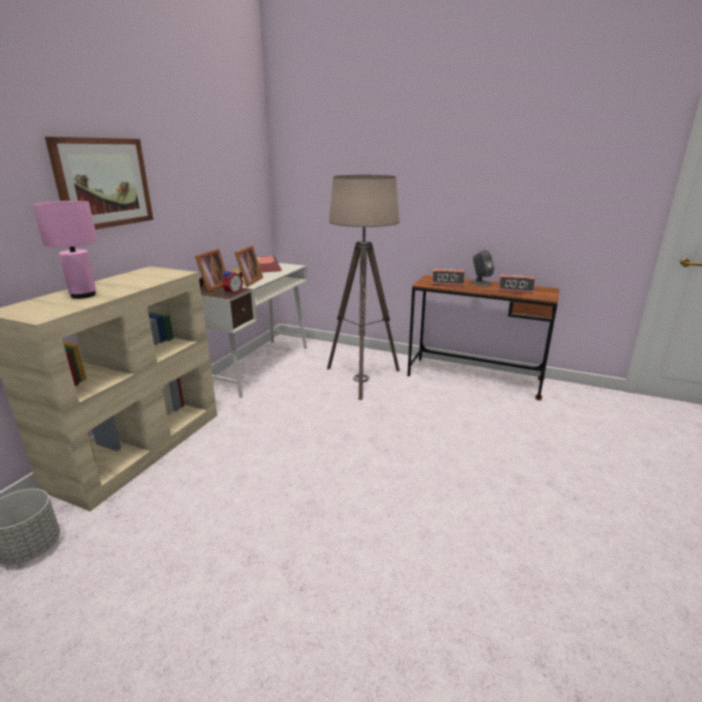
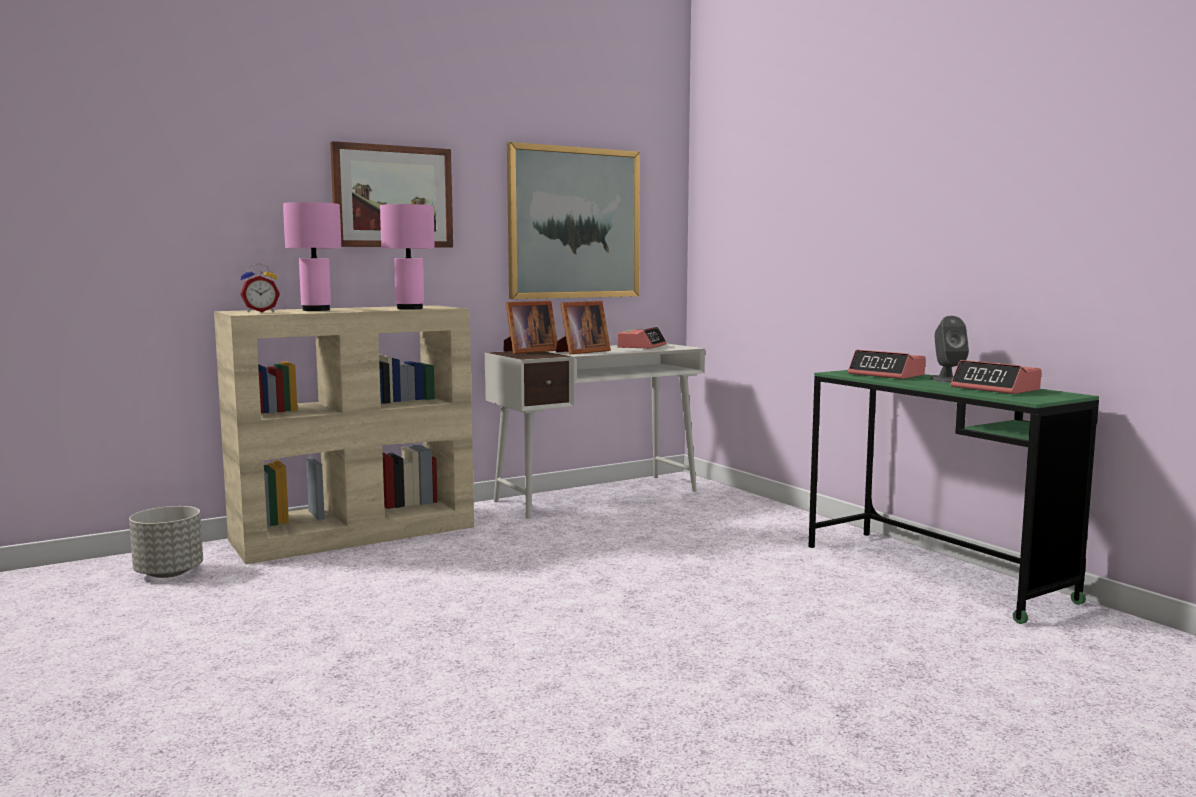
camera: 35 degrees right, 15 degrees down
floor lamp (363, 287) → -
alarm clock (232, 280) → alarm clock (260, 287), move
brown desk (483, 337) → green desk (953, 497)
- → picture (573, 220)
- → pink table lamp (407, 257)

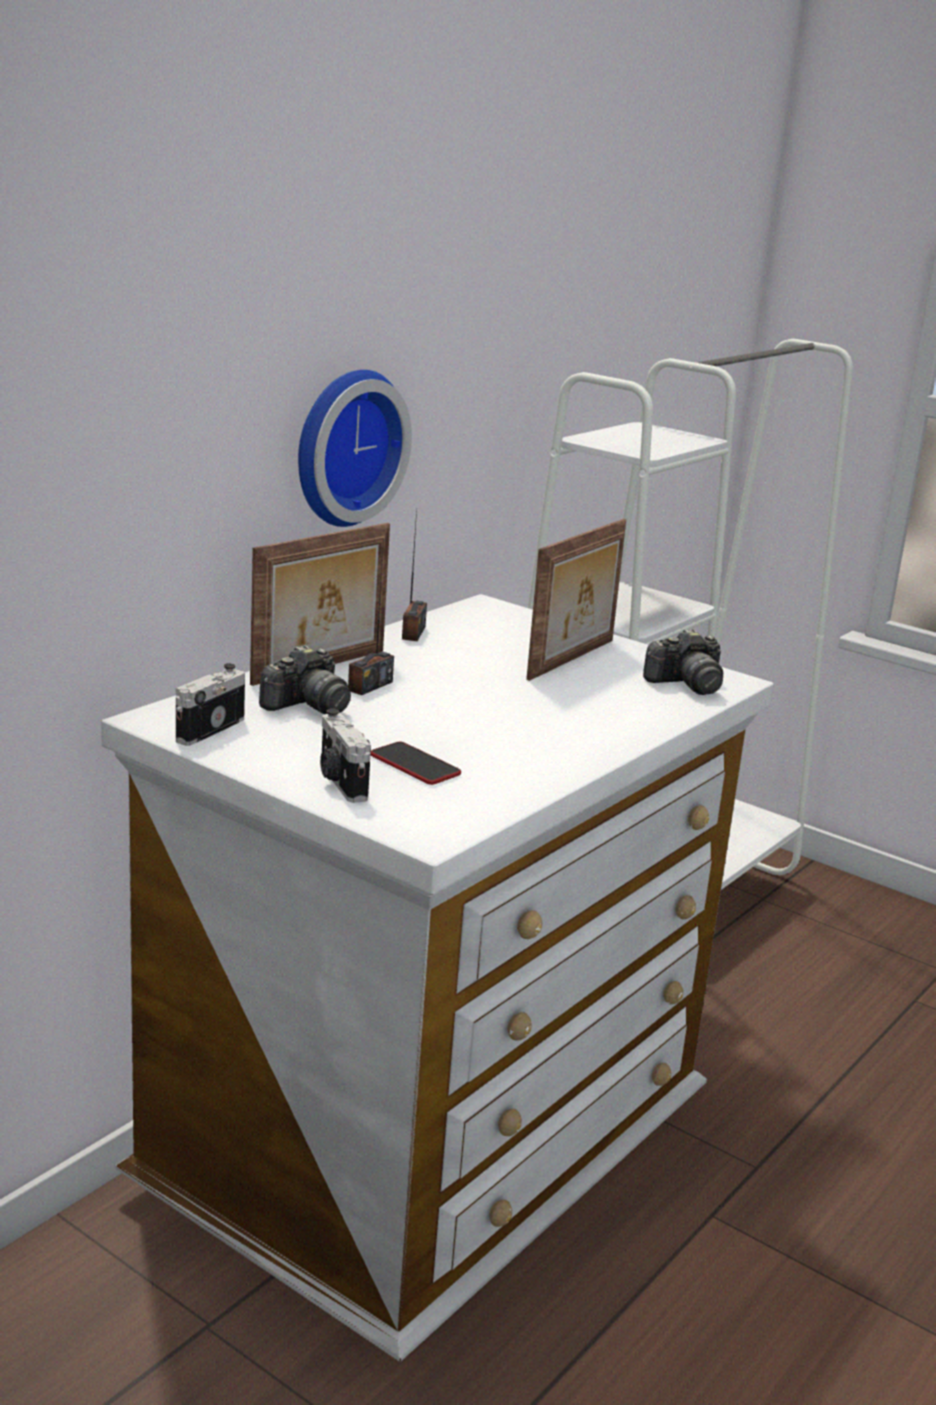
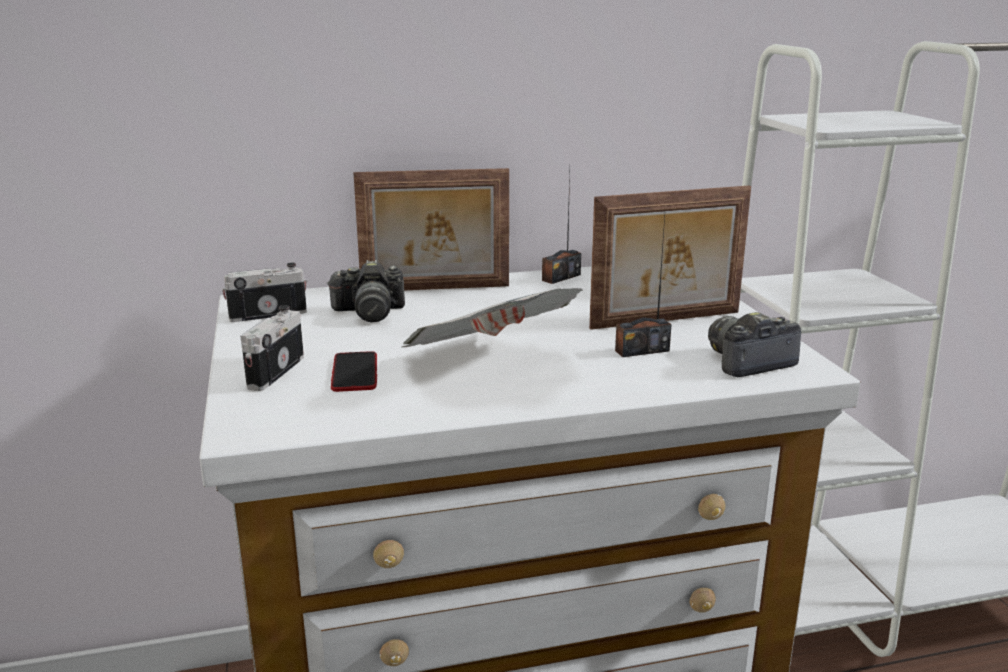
camera: 40 degrees right, 0 degrees up
wall clock (355, 448) → -
radio (371, 628) → radio (643, 287), move
photo camera (683, 662) → photo camera (754, 344), 135 degrees clockwise
- → newspaper (492, 317)

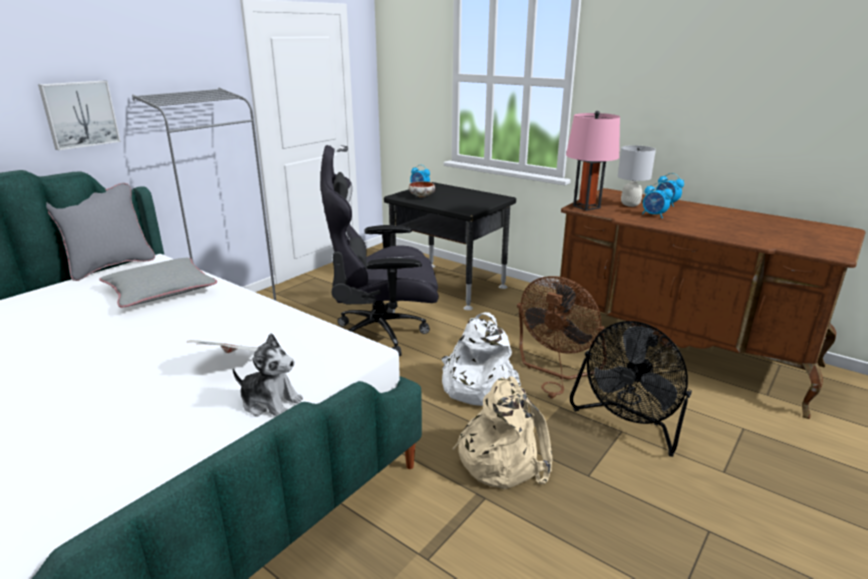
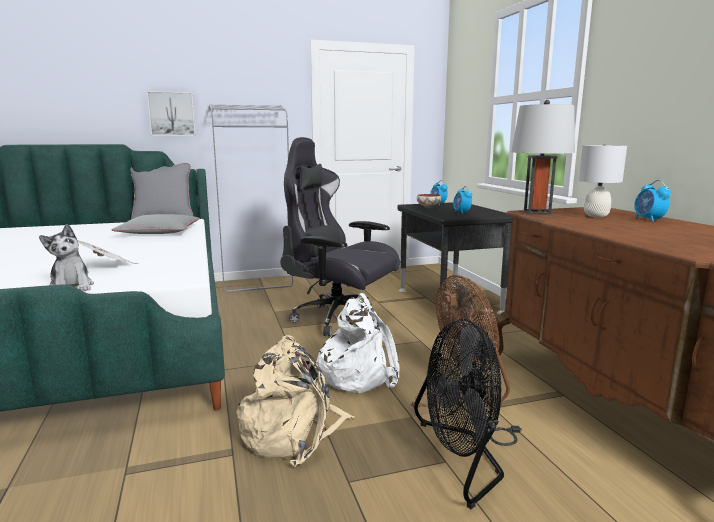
camera: 35 degrees right, 10 degrees down
pink table lamp (593, 161) → grey table lamp (543, 157)
alarm clock (657, 200) → alarm clock (462, 200), move

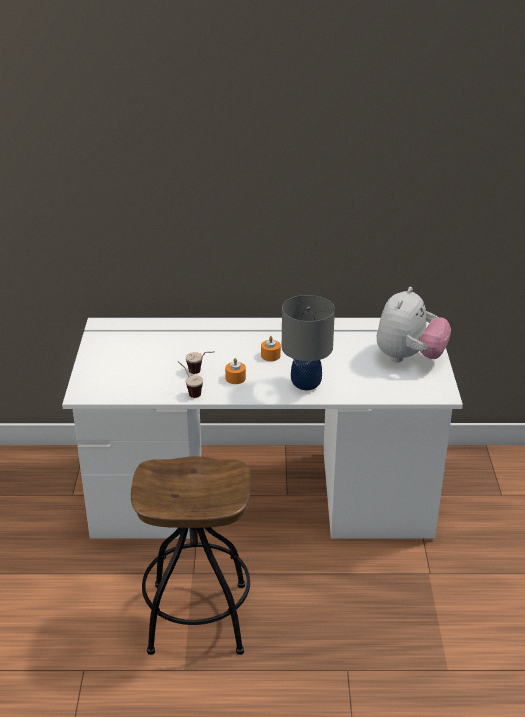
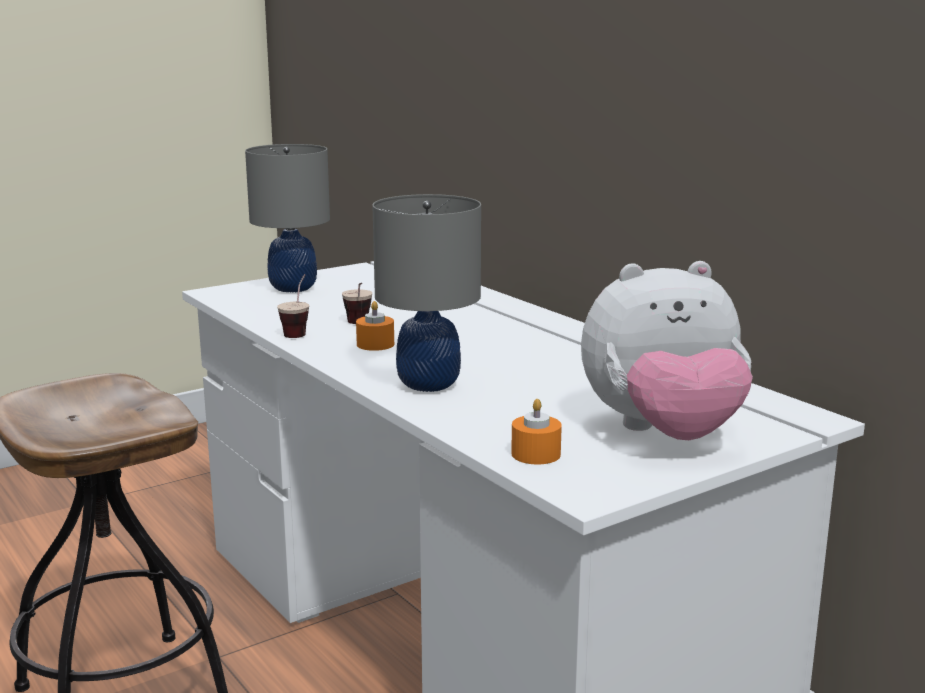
camera: 55 degrees right, 15 degrees down
orange candle (271, 348) → orange candle (536, 432), move
- → grey table lamp (287, 218)

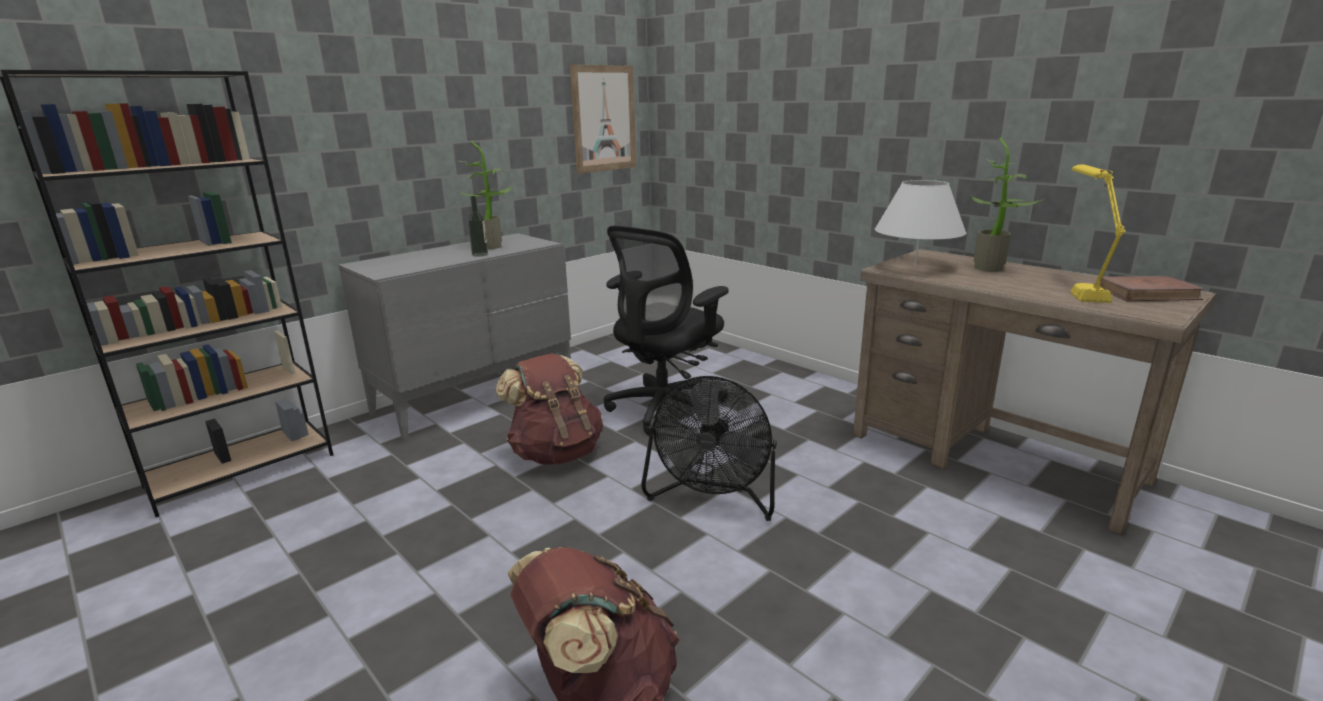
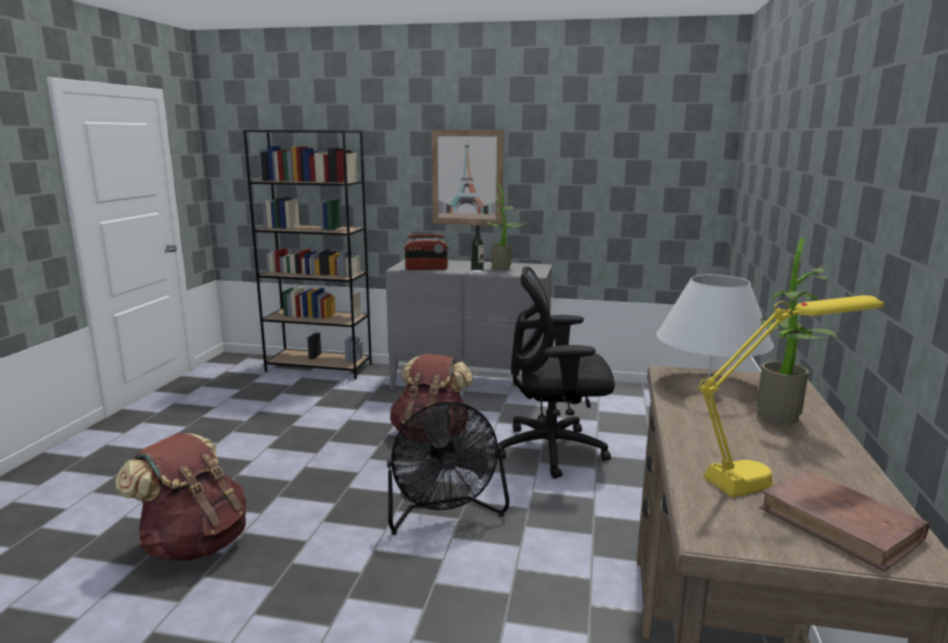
camera: 55 degrees right, 5 degrees down
picture (603, 119) → picture (468, 178), move
black fan (709, 448) → black fan (448, 468), 90 degrees counterclockwise
- → radio (426, 252)

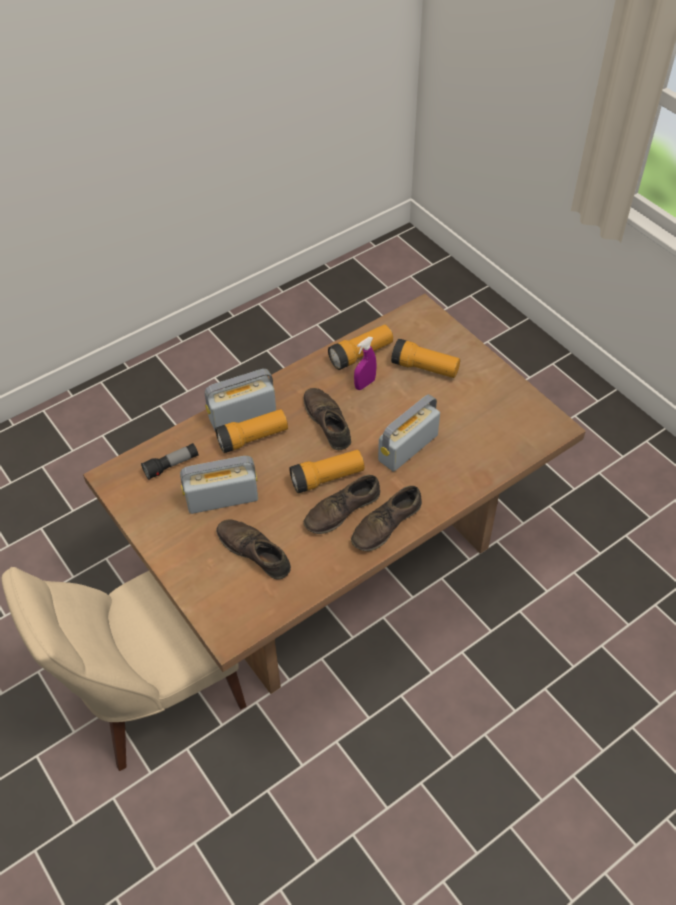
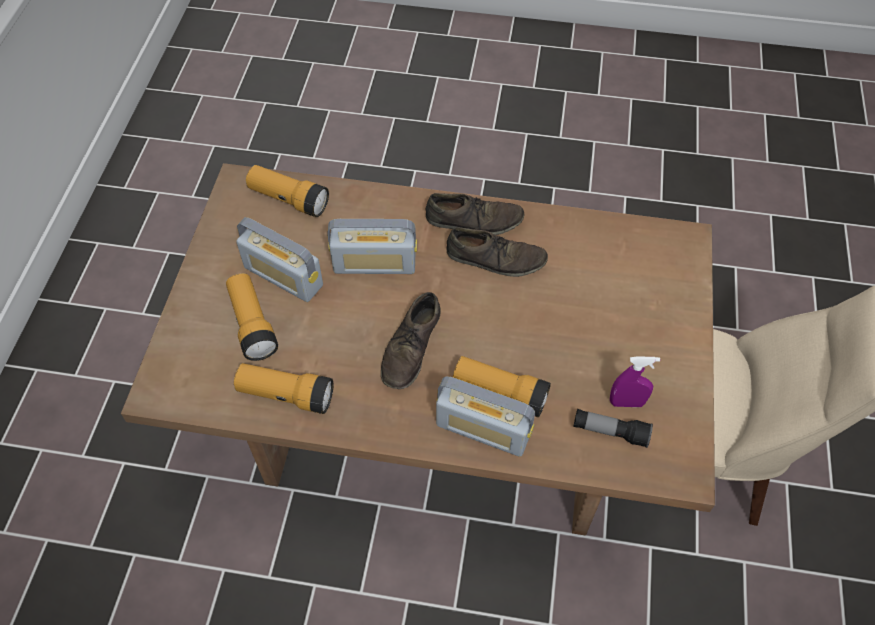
camera: 135 degrees left, 5 degrees up
purple spray bottle (365, 363) → purple spray bottle (635, 381), move
flashlight (326, 471) → flashlight (287, 191), move
radio (219, 485) → radio (279, 259), move
brown shoe (253, 549) → -

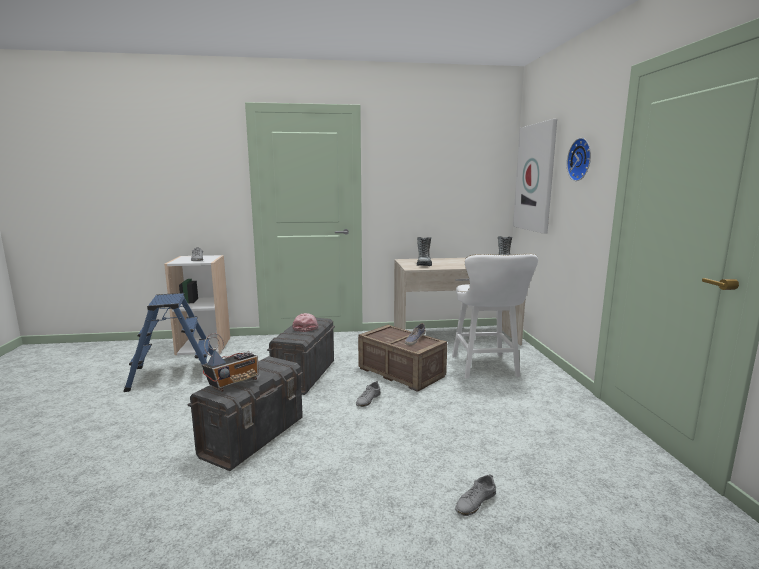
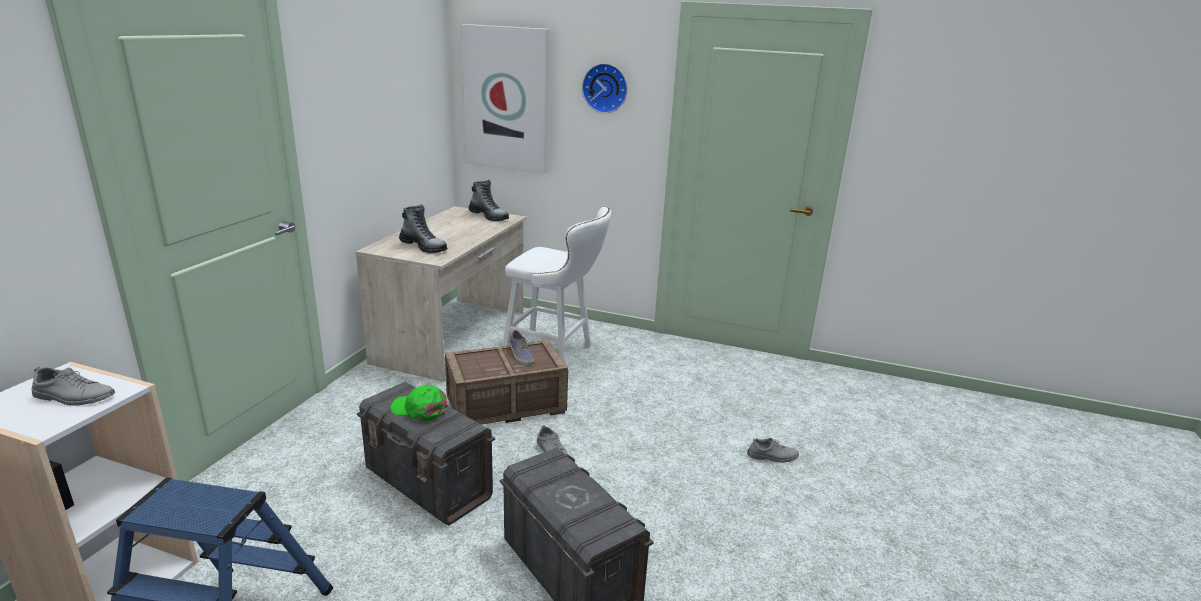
camera: 65 degrees left, 10 degrees up
pink cap (305, 322) → green cap (419, 403)
radio (230, 362) → -
grey shoe (475, 495) → grey shoe (773, 450), 75 degrees counterclockwise

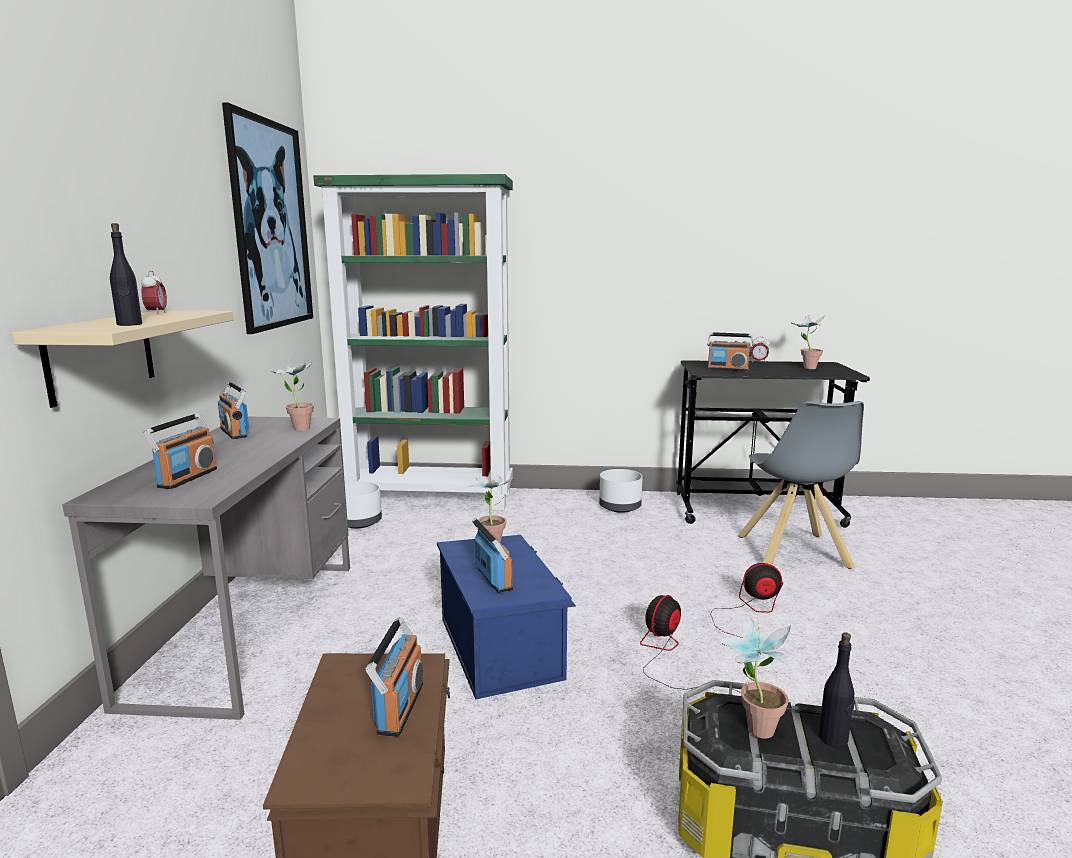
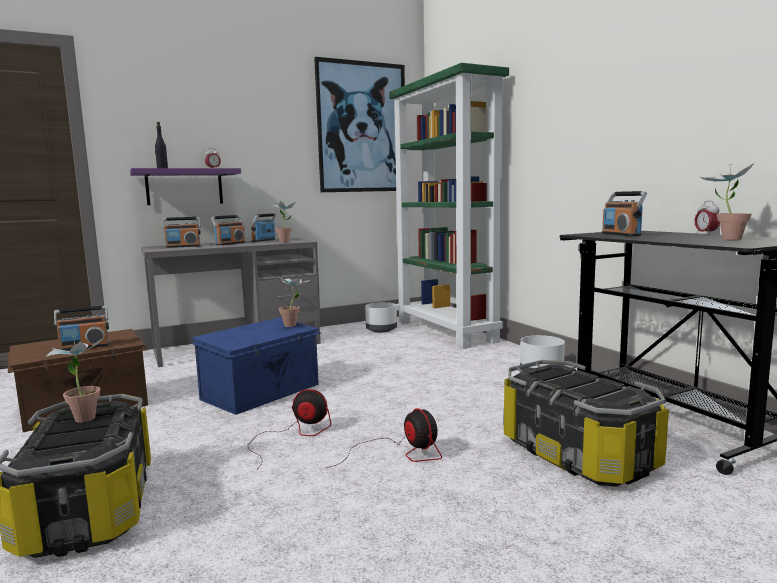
camera: 60 degrees right, 5 degrees down
beige shelf (123, 359) → purple shelf (185, 186)
grey chair (801, 485) → storage box (586, 423)
radio (492, 555) → radio (228, 230), move
black bottle (836, 689) → -

